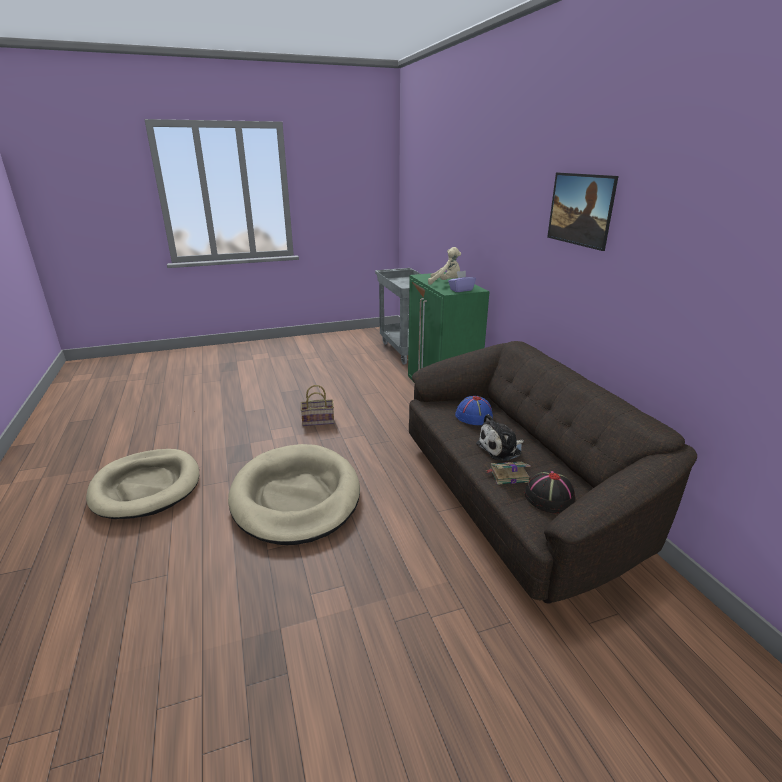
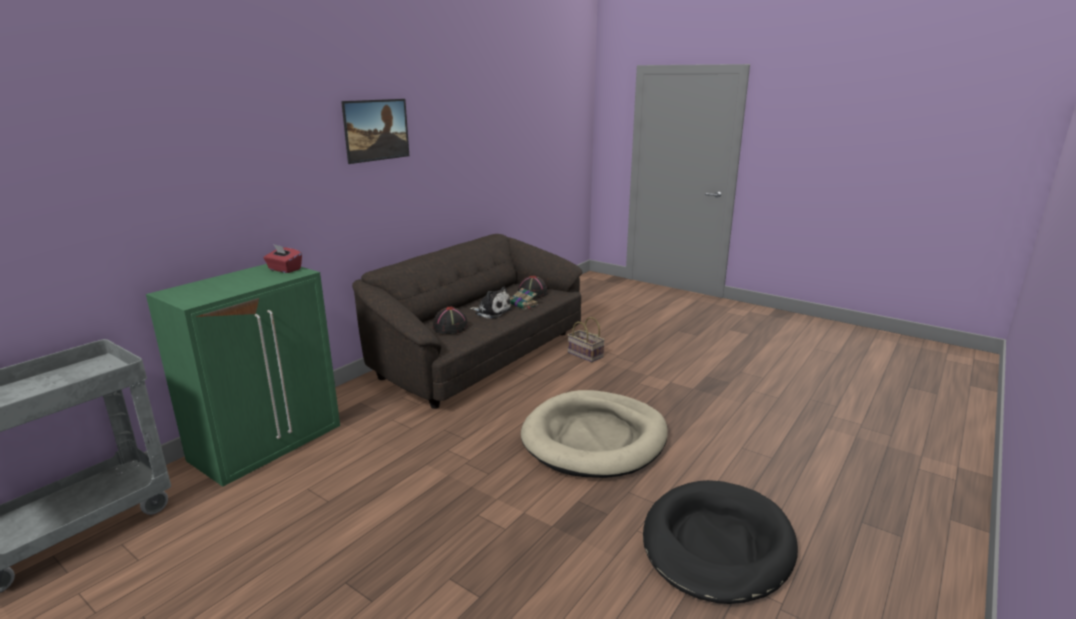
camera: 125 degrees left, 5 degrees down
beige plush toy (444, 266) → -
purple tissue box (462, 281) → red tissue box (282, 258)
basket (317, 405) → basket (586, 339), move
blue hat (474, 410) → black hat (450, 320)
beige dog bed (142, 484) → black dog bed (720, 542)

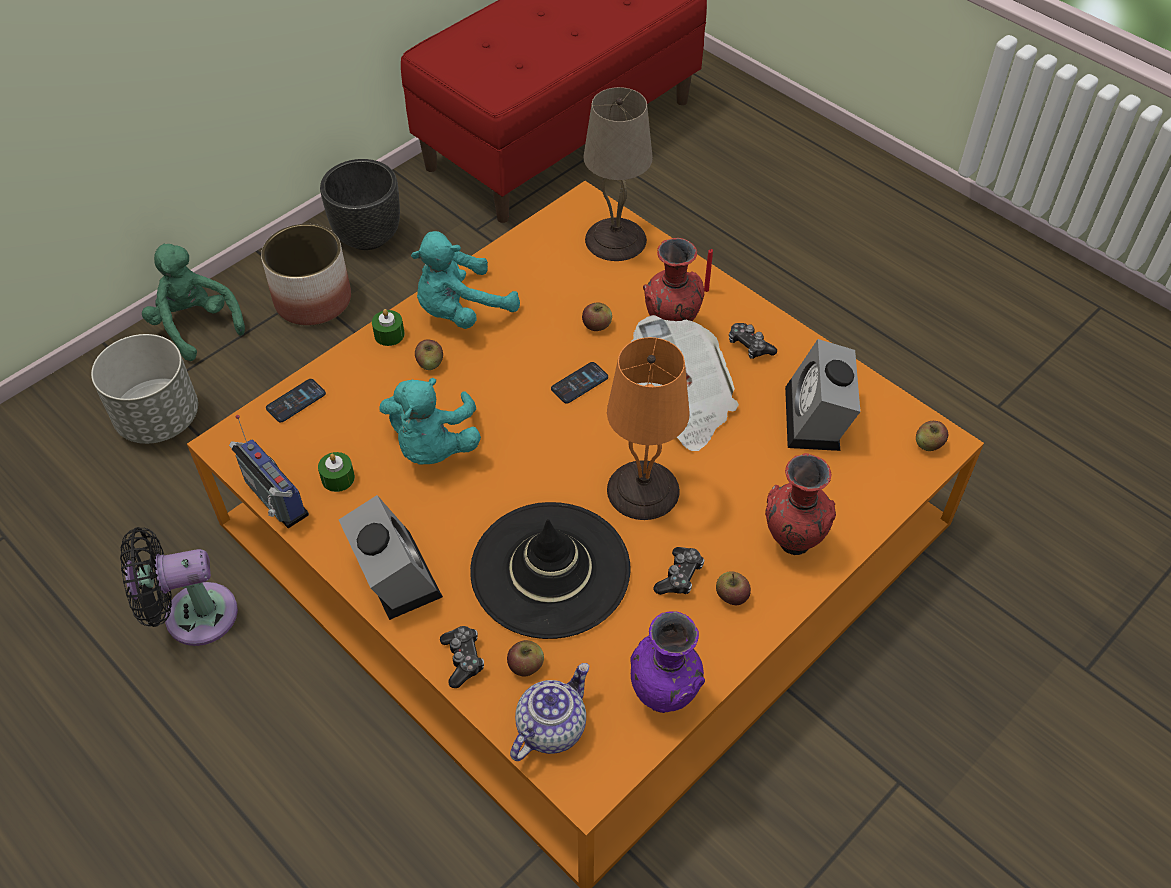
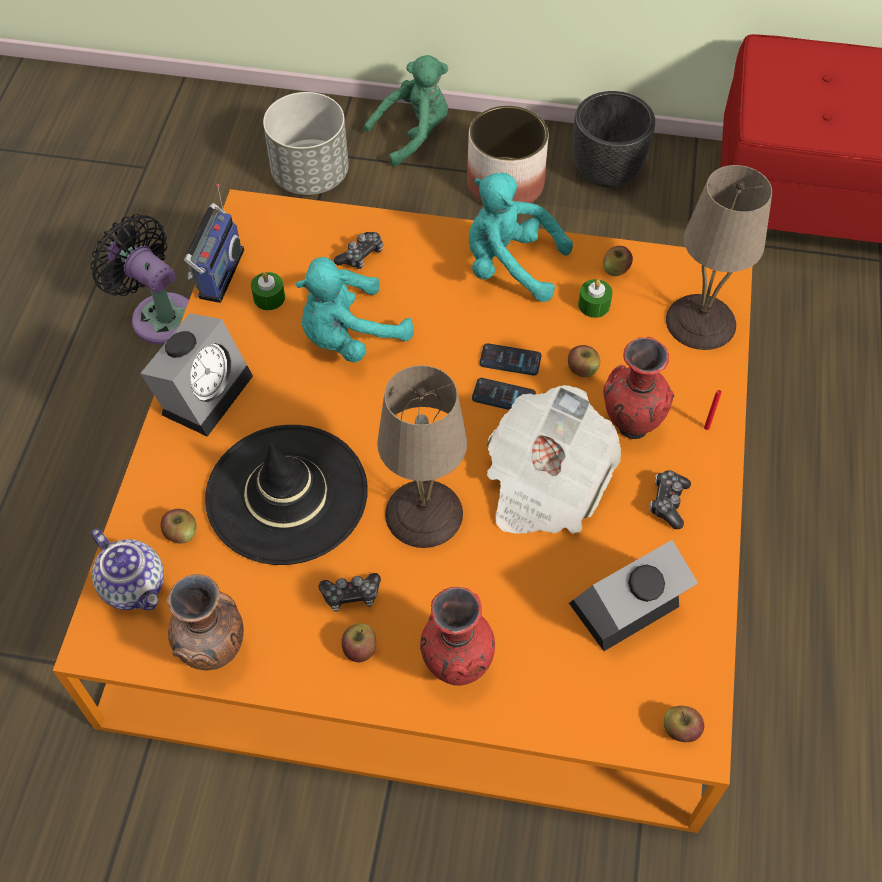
camera: 55 degrees right, 5 degrees up
green plush toy (193, 302) → green plush toy (406, 110), 45 degrees clockwise
green candle (388, 327) → green candle (595, 298), move
orange table lamp (648, 428) → beige table lamp (422, 456)
apple (429, 355) → apple (618, 261), move
phone (296, 400) → phone (511, 359), move
purple vase (668, 662) → brown vase (205, 622)
game controller (462, 657) → game controller (358, 250), move
teapot (550, 712) → teapot (127, 569), 45 degrees clockwise

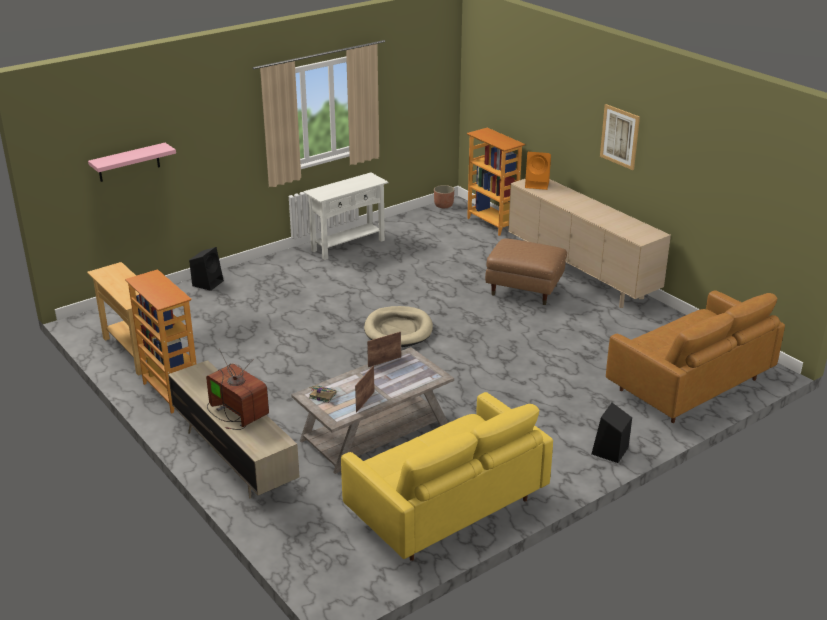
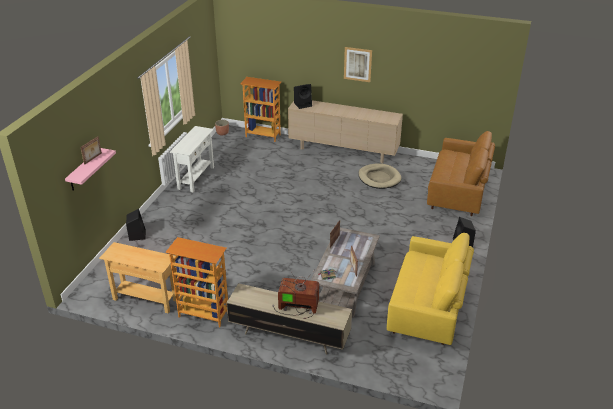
camera: 35 degrees left, 5 degrees up
orange speaker (538, 171) → black speaker (303, 96)
brown ottoman (526, 271) → -
beige dog bed (398, 326) → beige dog bed (379, 176), move
- → picture frame (91, 151)

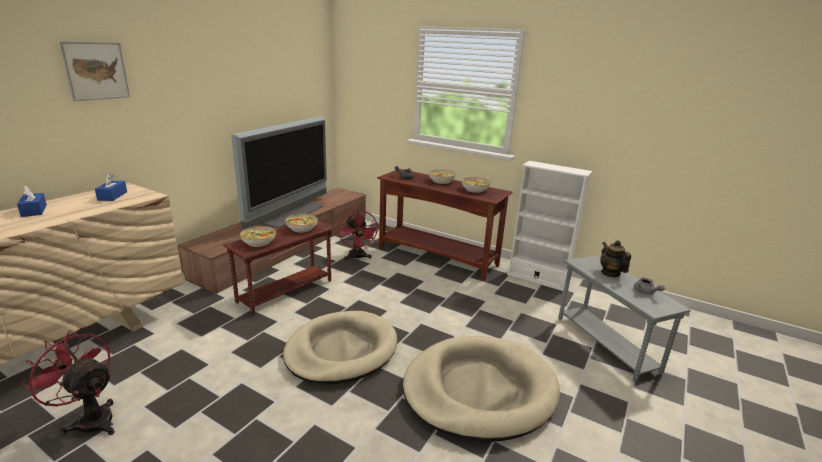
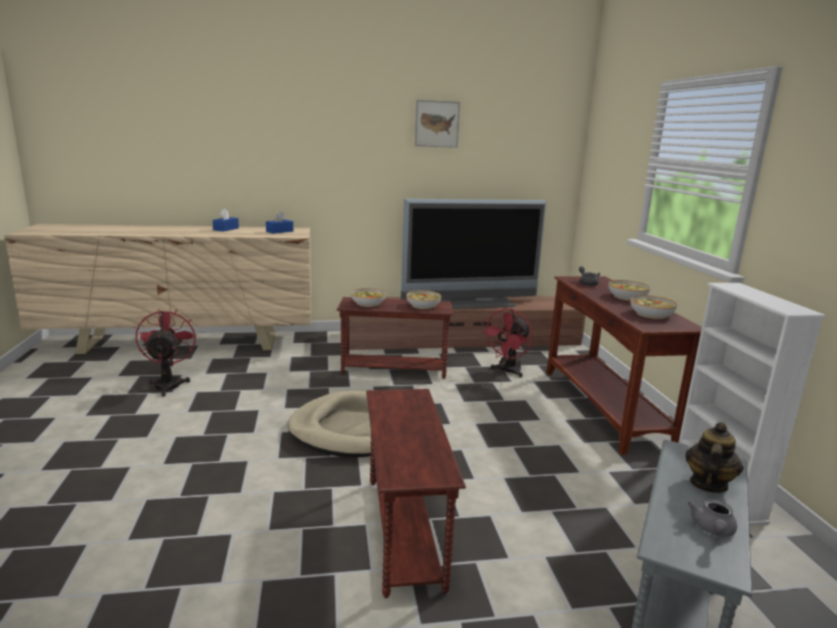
camera: 50 degrees right, 5 degrees down
picture (94, 71) → picture (437, 124), move
beige dog bed (481, 389) → brown side table (416, 493)

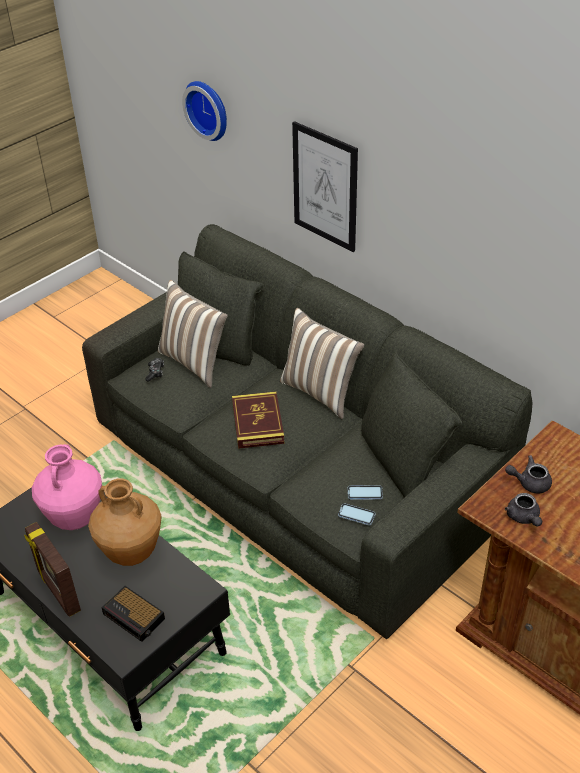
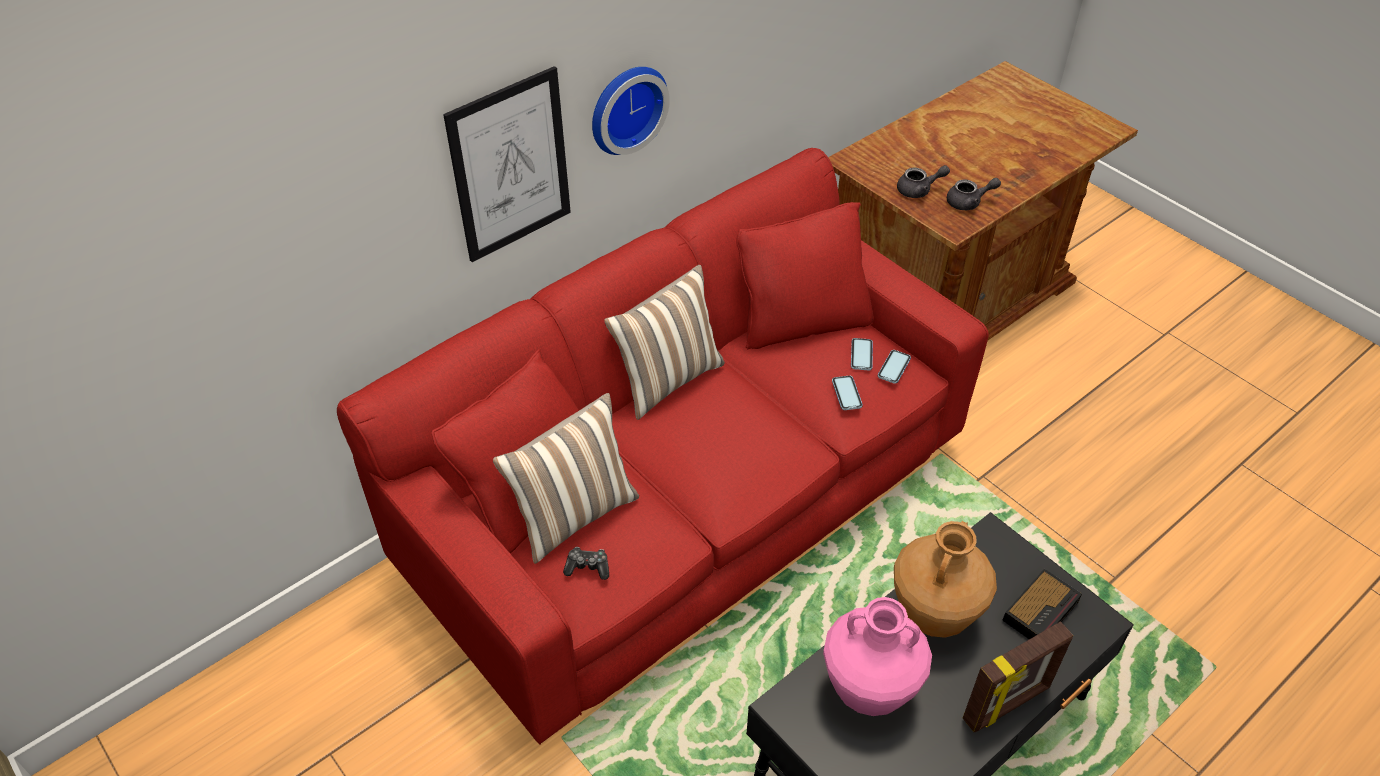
camera: 85 degrees left, 5 degrees up
wall clock (204, 111) → wall clock (631, 111), move
grey sofa (307, 431) → red sofa (663, 446)
book (258, 420) → -
grey teapot (528, 474) → grey teapot (923, 181), 105 degrees counterclockwise
- → phone (847, 393)

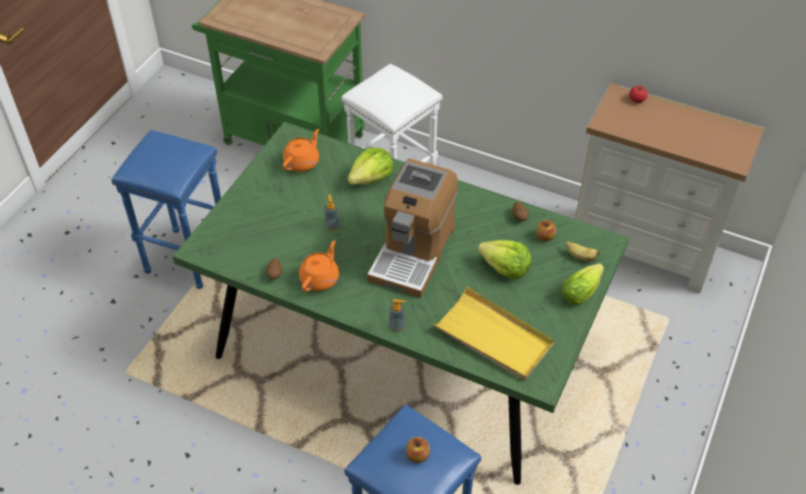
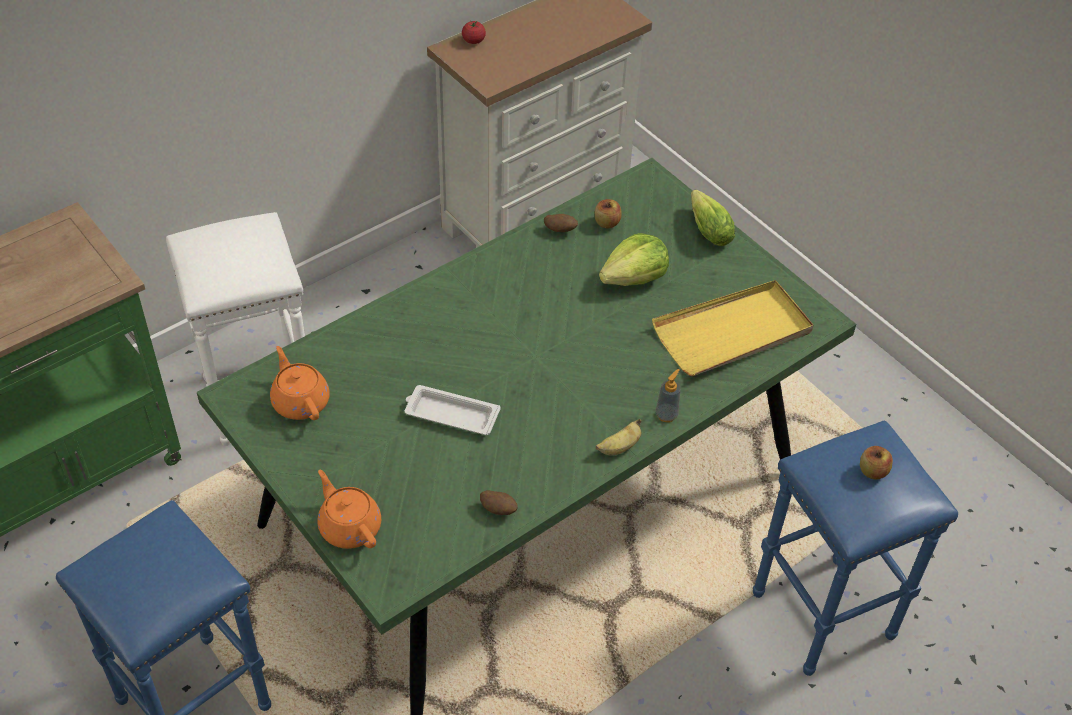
camera: 65 degrees left, 0 degrees up
lettuce (371, 166) → -
coffee machine (412, 228) → -
soap dispenser (332, 212) → white tray (452, 410)
orange teapot (319, 266) → orange teapot (349, 509), move
banana (583, 251) → banana (618, 437), move

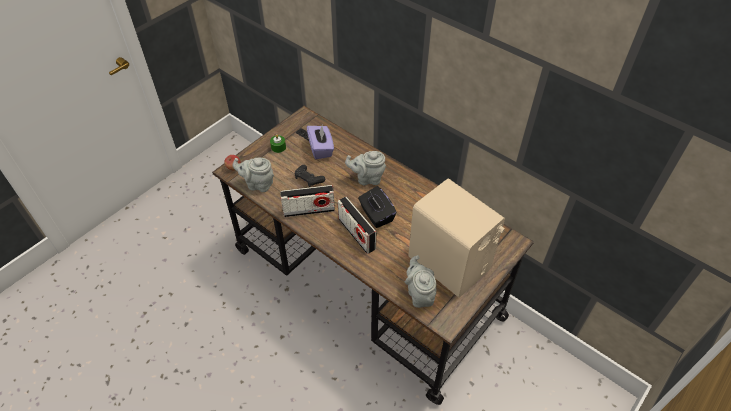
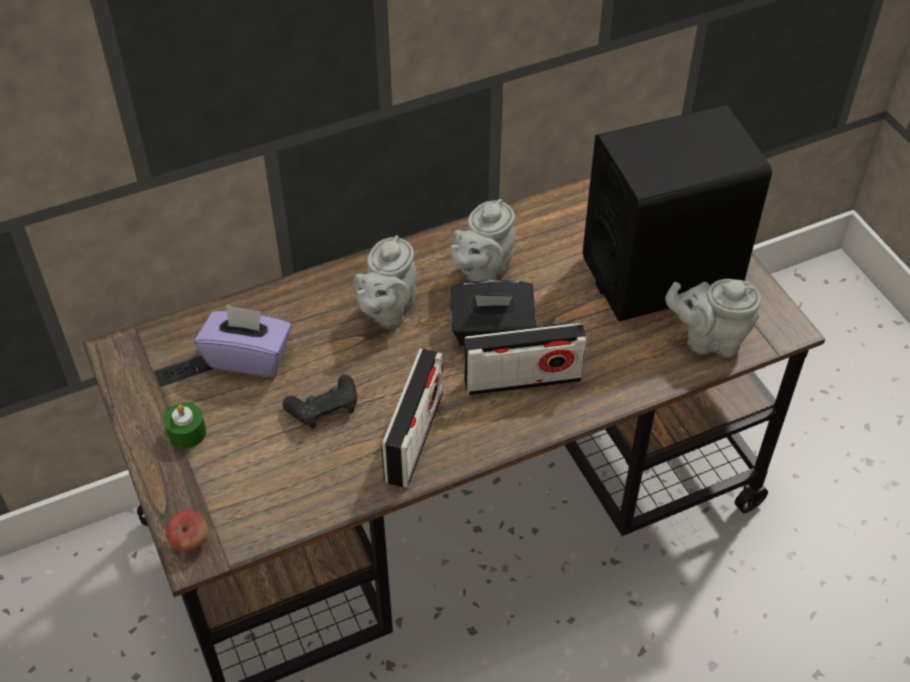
camera: 65 degrees left, 0 degrees up
grey teapot (253, 175) → grey teapot (483, 240), move
beige speaker (456, 238) → black speaker (677, 213)

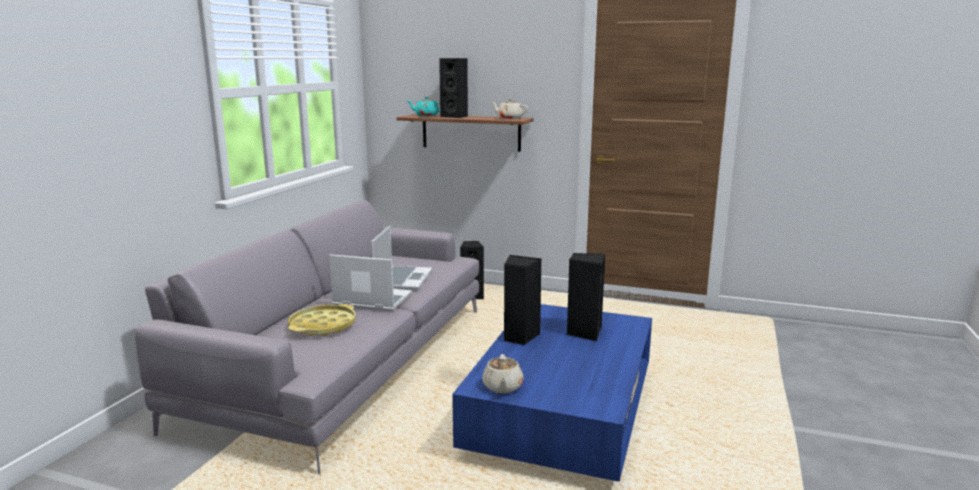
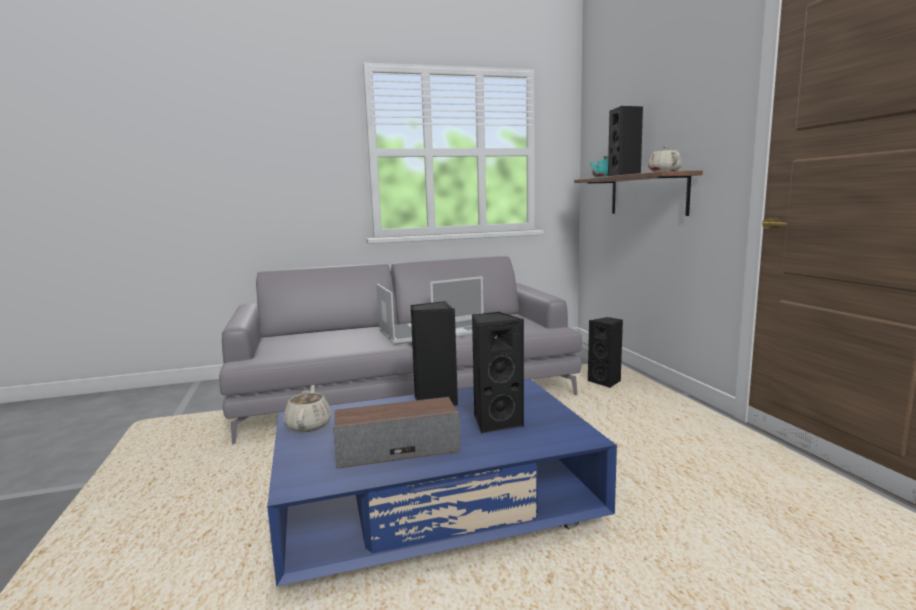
camera: 55 degrees right, 5 degrees down
yellow tray (322, 320) → -
beige teapot (503, 374) → beige teapot (307, 408), 120 degrees clockwise
- → speaker (397, 433)

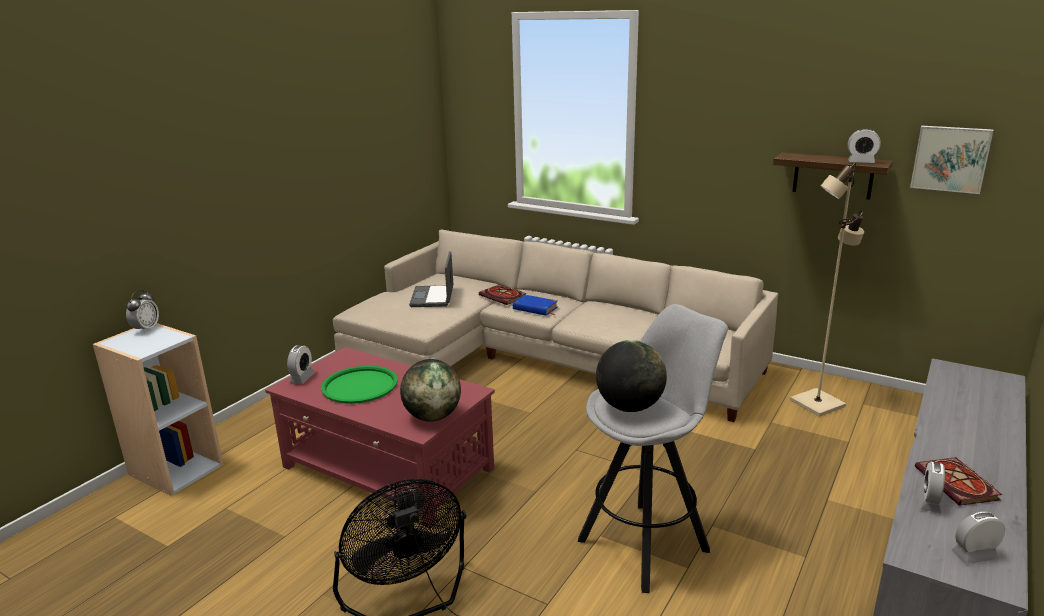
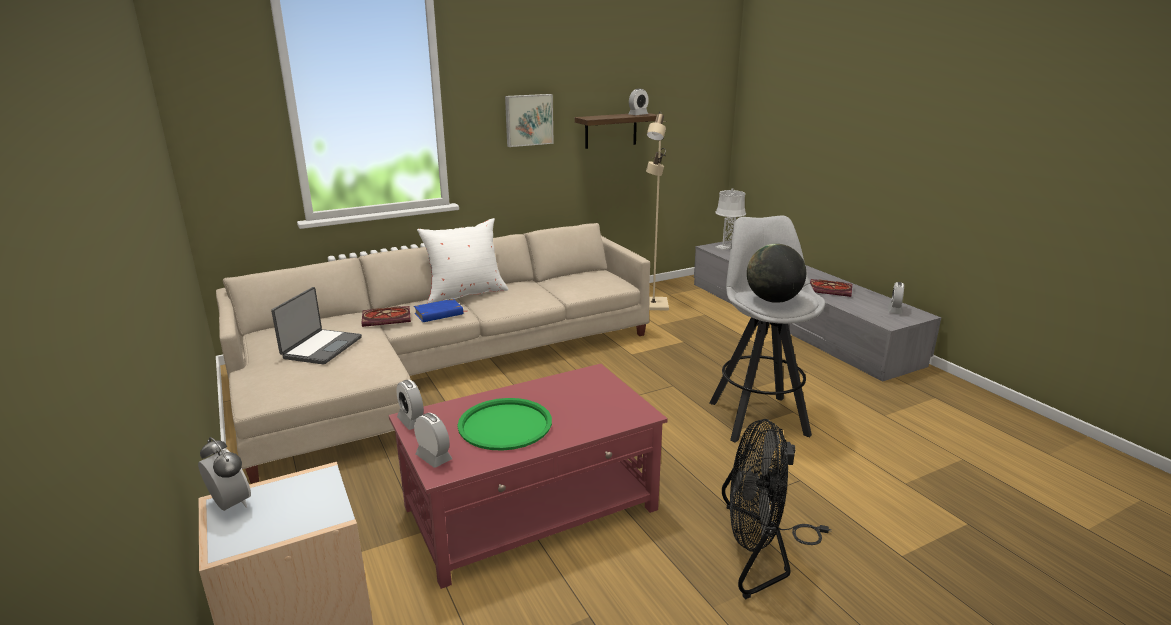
camera: 60 degrees left, 0 degrees up
picture (952, 160) → picture (529, 120), move
laptop (431, 279) → laptop (316, 326), 105 degrees counterclockwise
globe (430, 390) → -
alarm clock (931, 487) → alarm clock (410, 405), move
- → grey table lamp (730, 219)
- → white pillow (462, 260)

